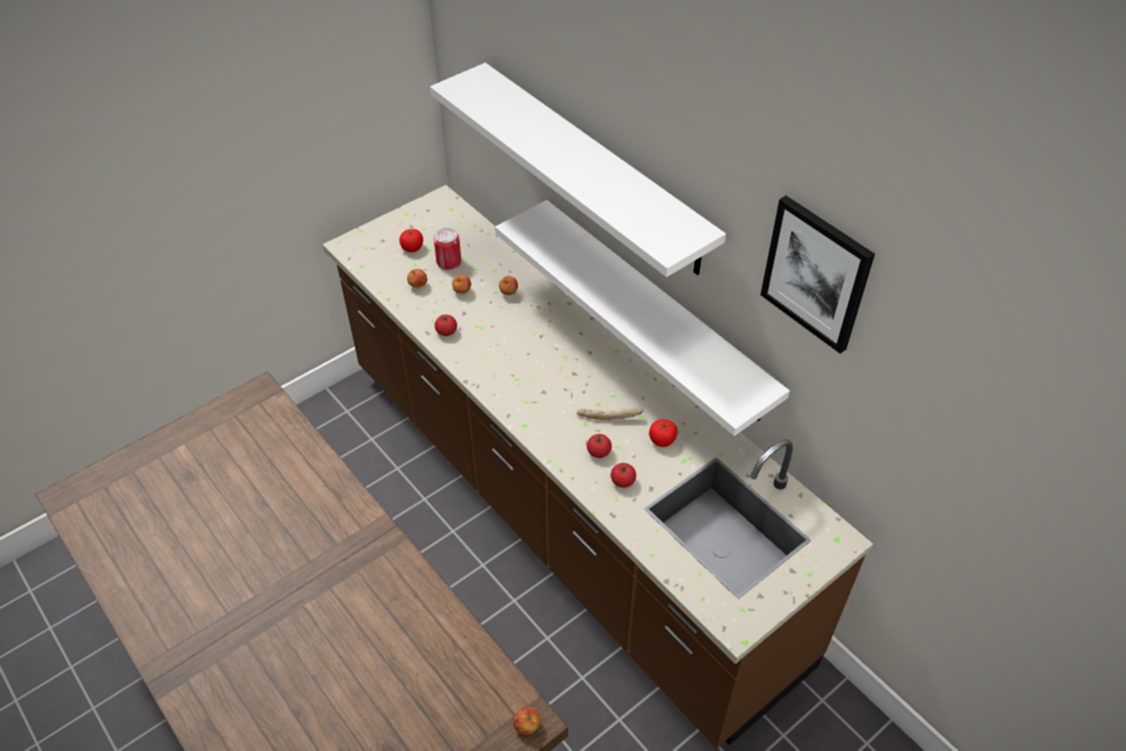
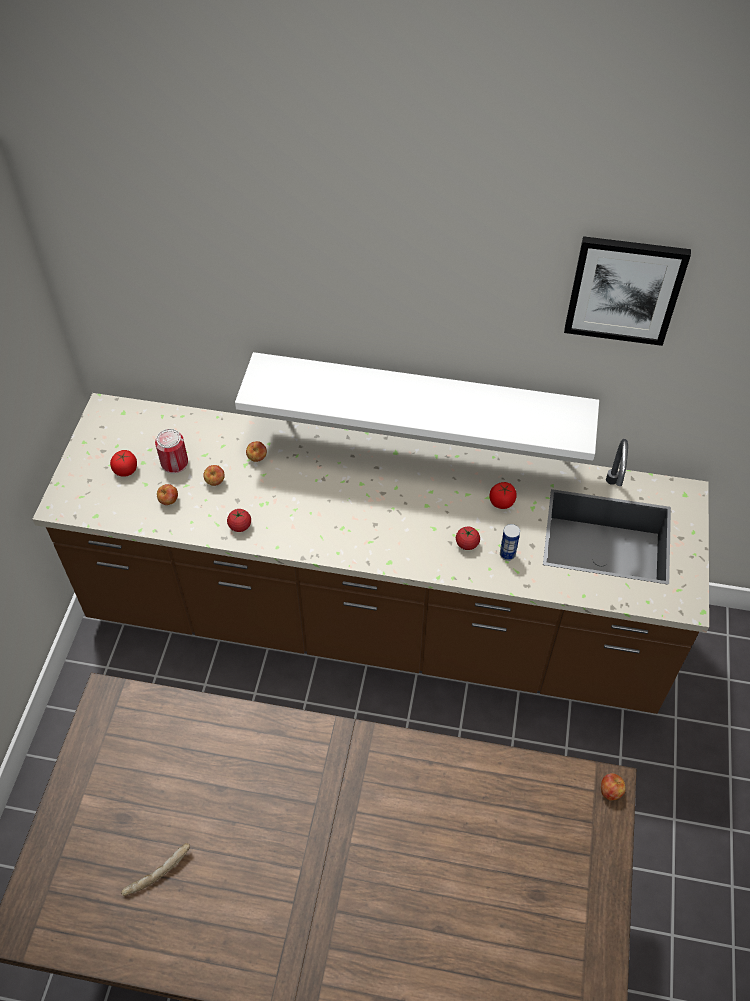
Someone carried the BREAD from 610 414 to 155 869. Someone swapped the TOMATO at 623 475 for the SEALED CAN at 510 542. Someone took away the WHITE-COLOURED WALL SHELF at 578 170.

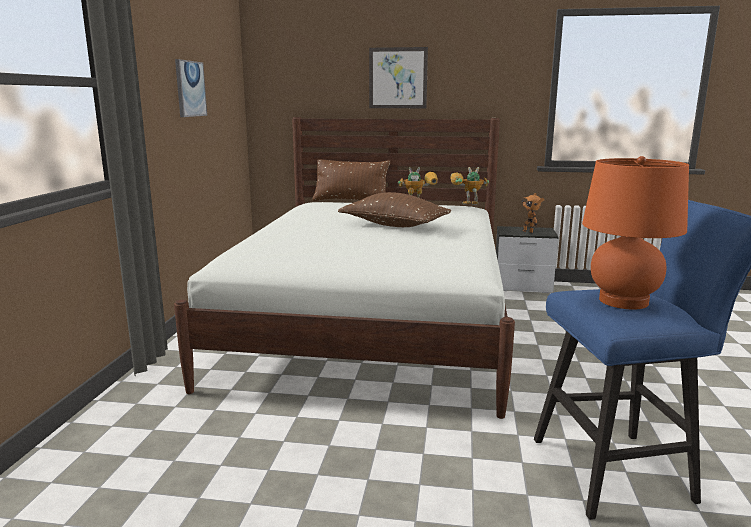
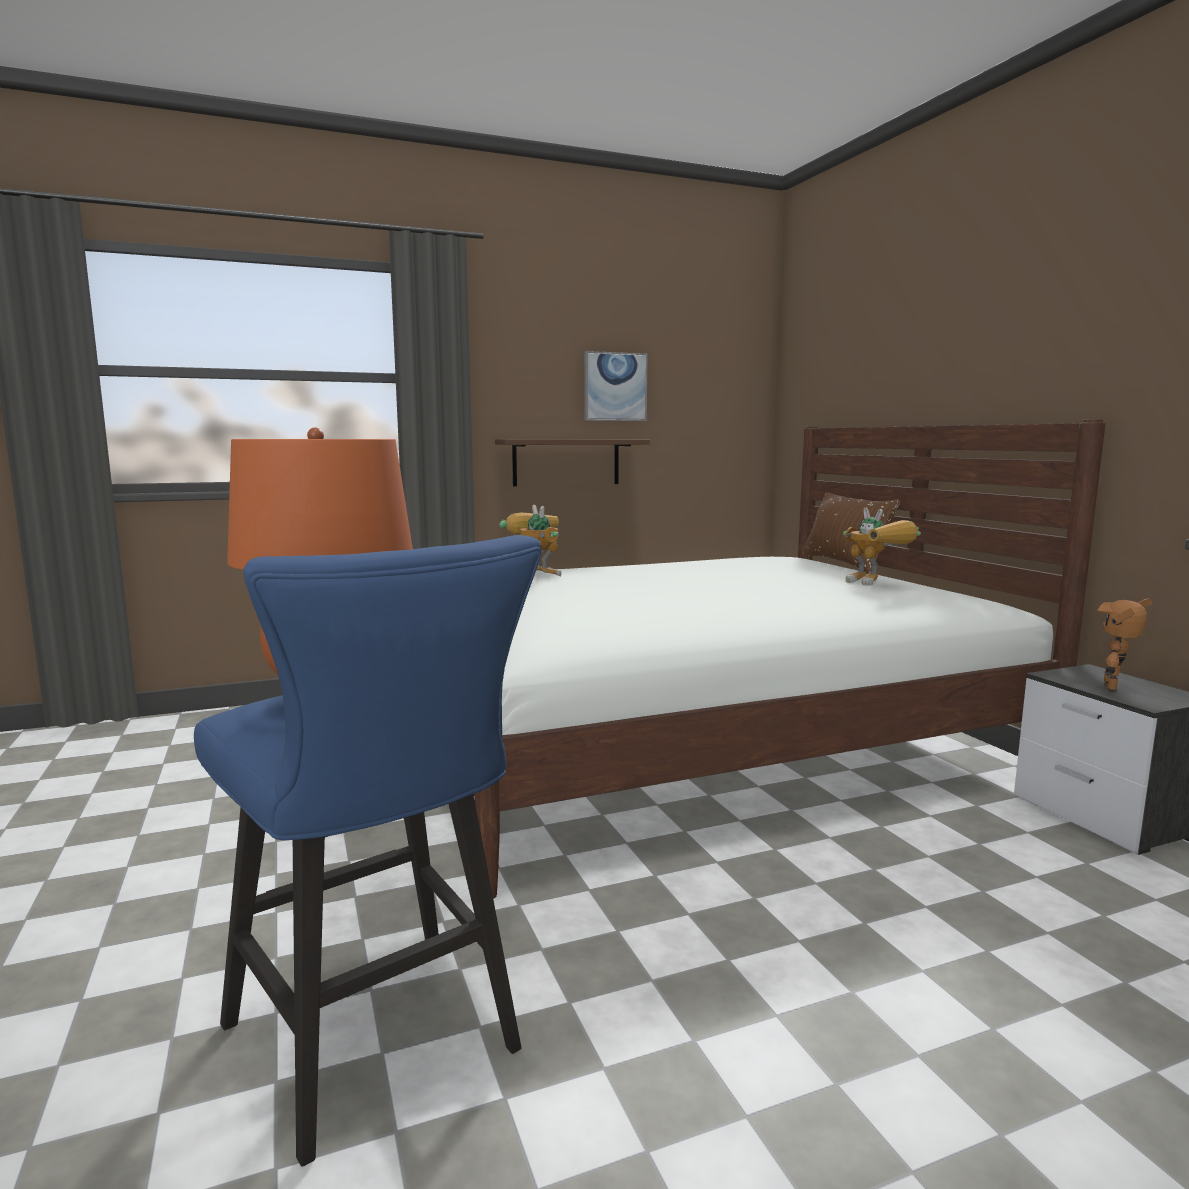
Someone put up the BROWNISH WALL SHELF at 572 462. Someone carried the TOY ROBOT from 469 186 to 530 540. Someone took away the BROWNISH THROW PILLOW at 394 209. Someone took away the PICTURE at 398 77.

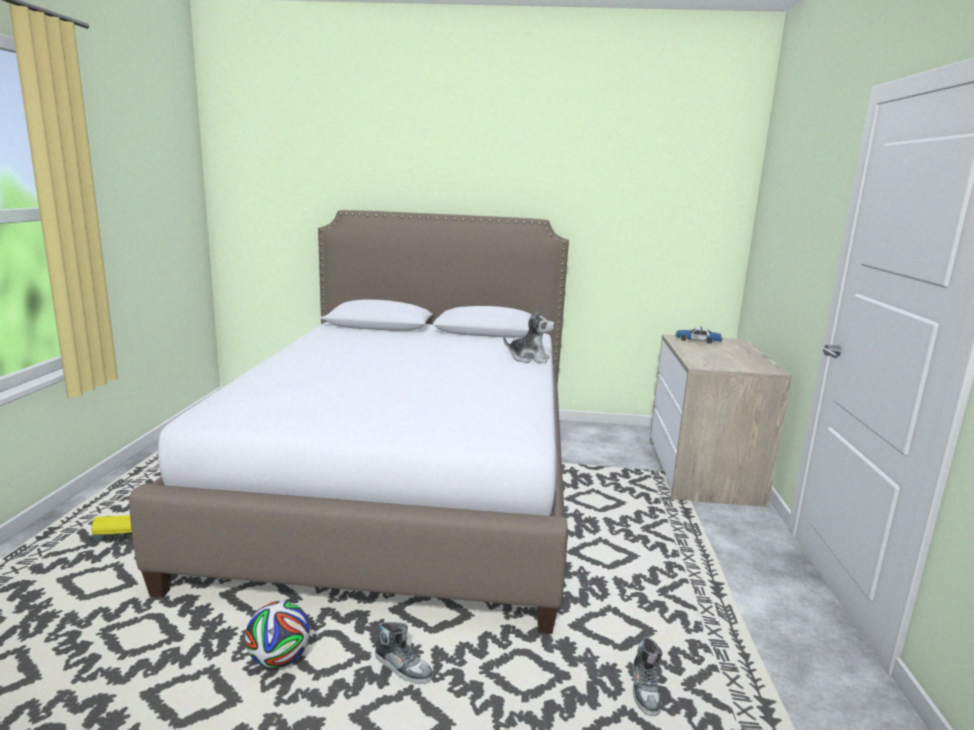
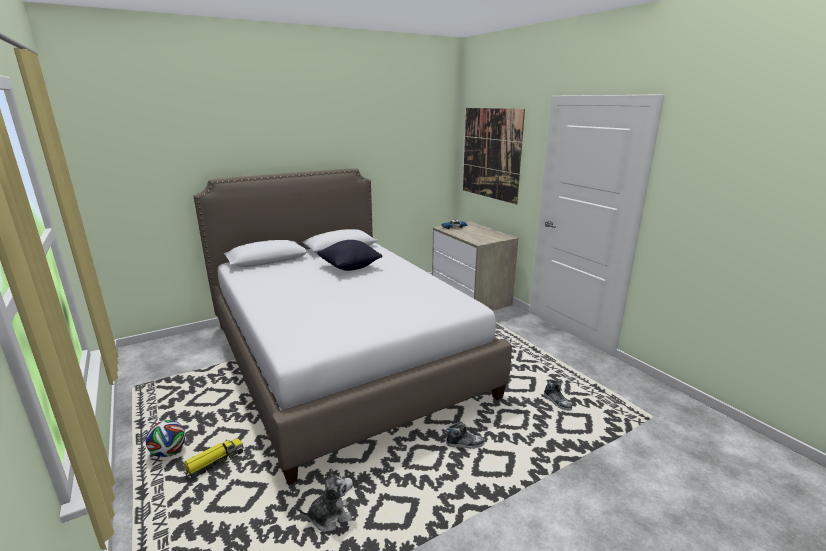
Someone carried the FOOTBALL BALL from 277 634 to 165 438. Someone carried the SOFT TOY from 529 334 to 326 500. Someone put down the BLACK-COLOURED THROW PILLOW at 350 255. Someone put up the PICTURE at 494 156.

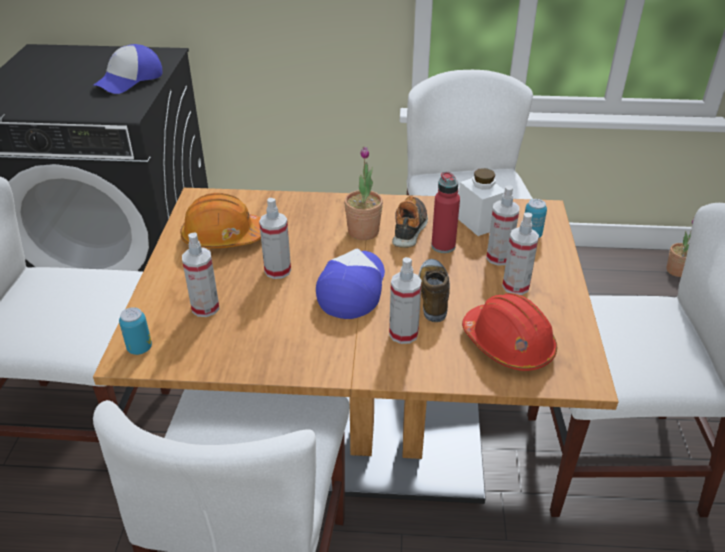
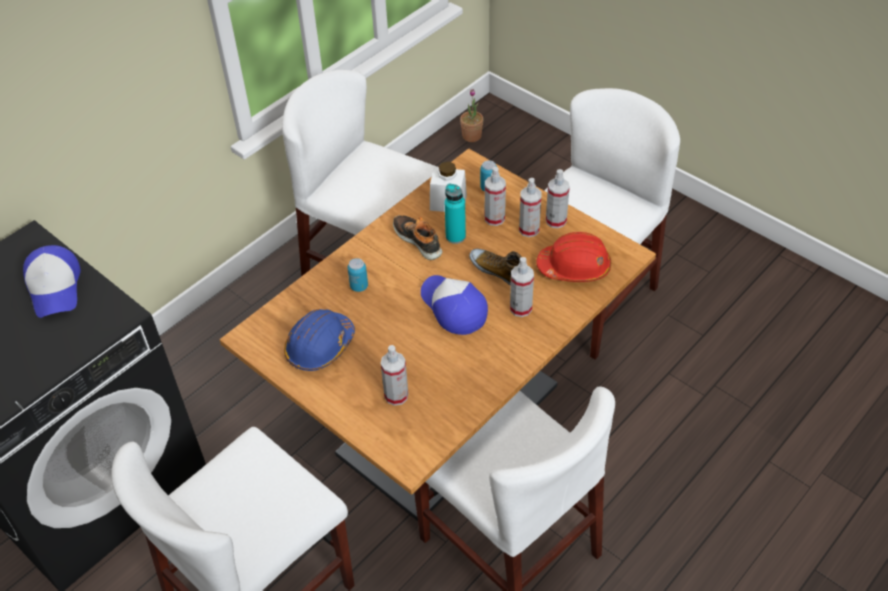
Someone repainted the ORANGE-COLOURED SAFETY HELMET at 220 220, which became the BLUE-COLOURED SAFETY HELMET at 319 340. Someone carried the SEALED CAN from 135 331 to 357 275. Someone repainted the RED BEVERAGE BOTTLE at 445 212, which became the TURQUOISE BEVERAGE BOTTLE at 455 214. Someone carried the HAND SPRAYER from 275 238 to 558 198. Someone took away the HOUSEPLANT at 363 193.

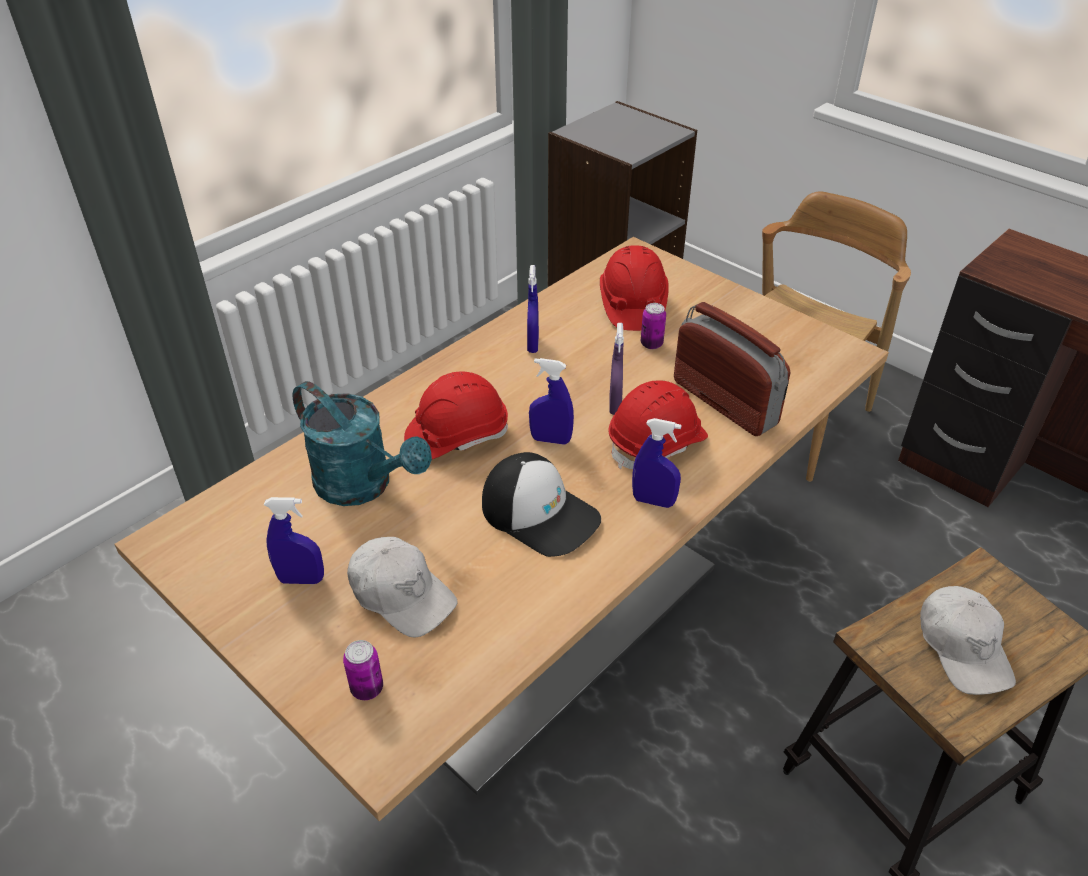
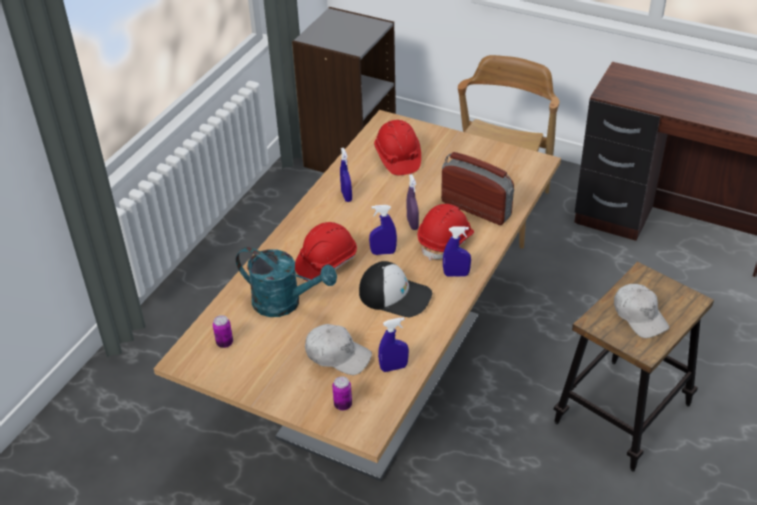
Someone carried the SEALED CAN from 653 326 to 223 331. Someone carried the BLUE-COLOURED HAND SPRAYER from 294 540 to 393 344.

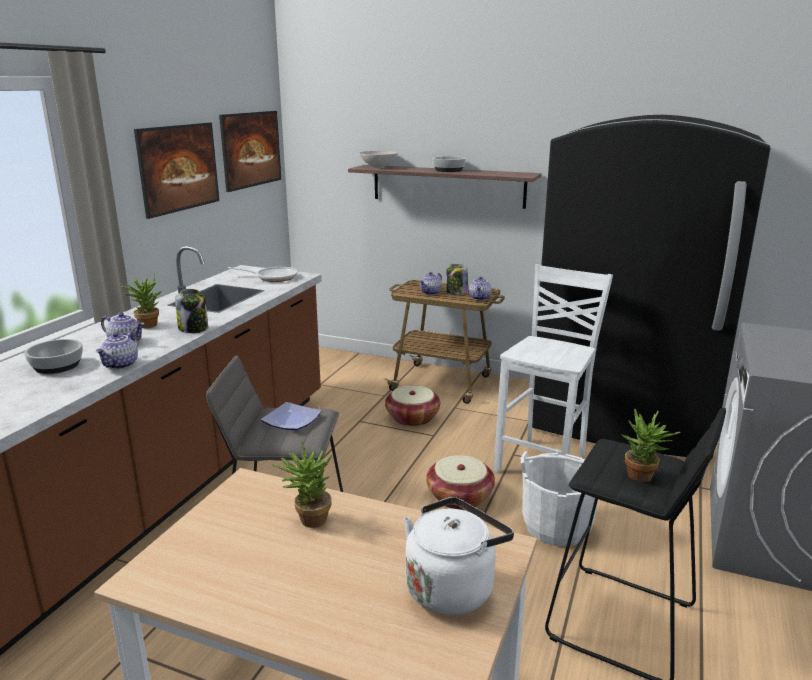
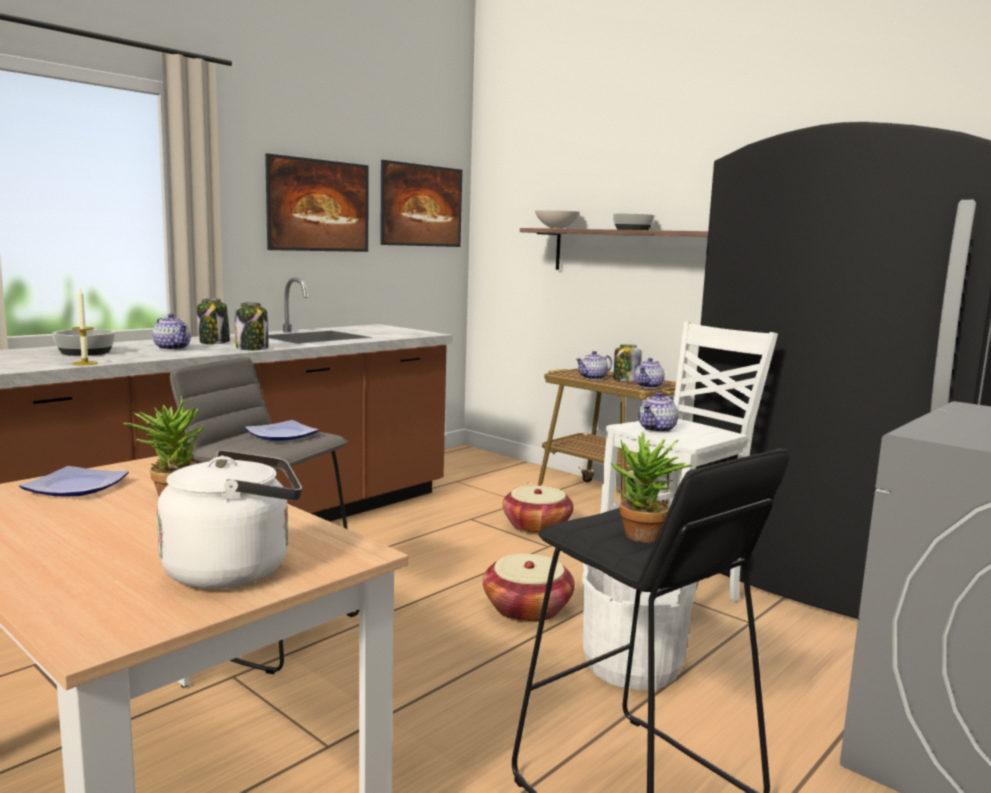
Someone put down the DINNER PLATE at 74 481. Someone put down the WAX CANDLE at 85 327. Someone swapped the HOUSEPLANT at 141 301 for the PRESERVE JAR at 213 321. Someone carried the TEAPOT from 117 350 to 658 412. Someone took away the PAN at 263 274.

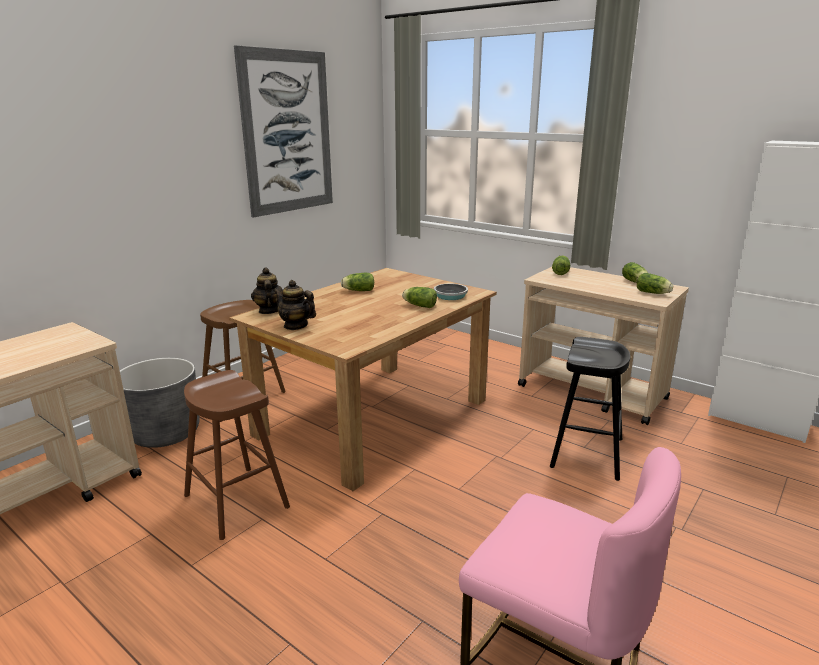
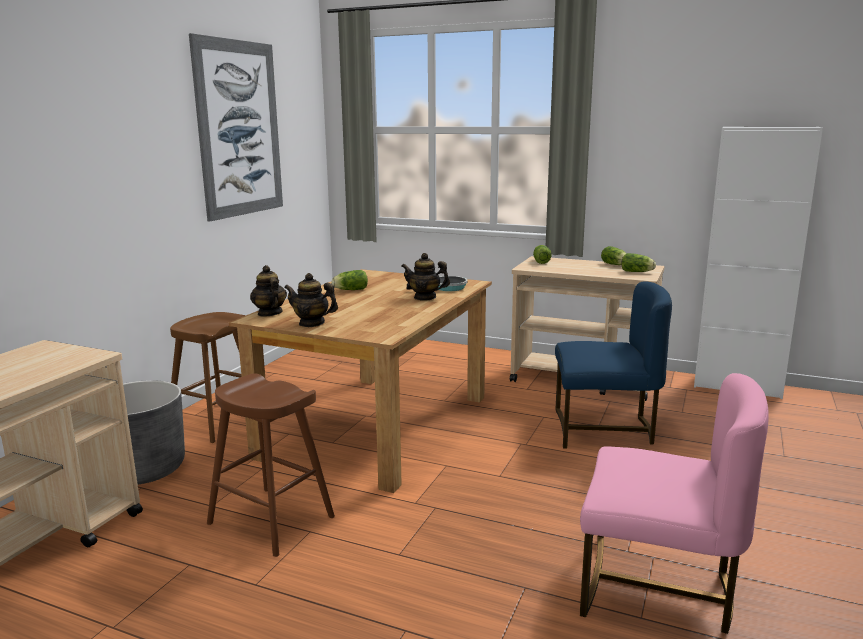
Someone swapped the HEAD OF LETTUCE at 419 297 for the TEAPOT at 425 277. Someone swapped the BLACK-COLOURED STOOL SEAT at 590 409 for the BLUE-COLOURED CHAIR at 613 365.

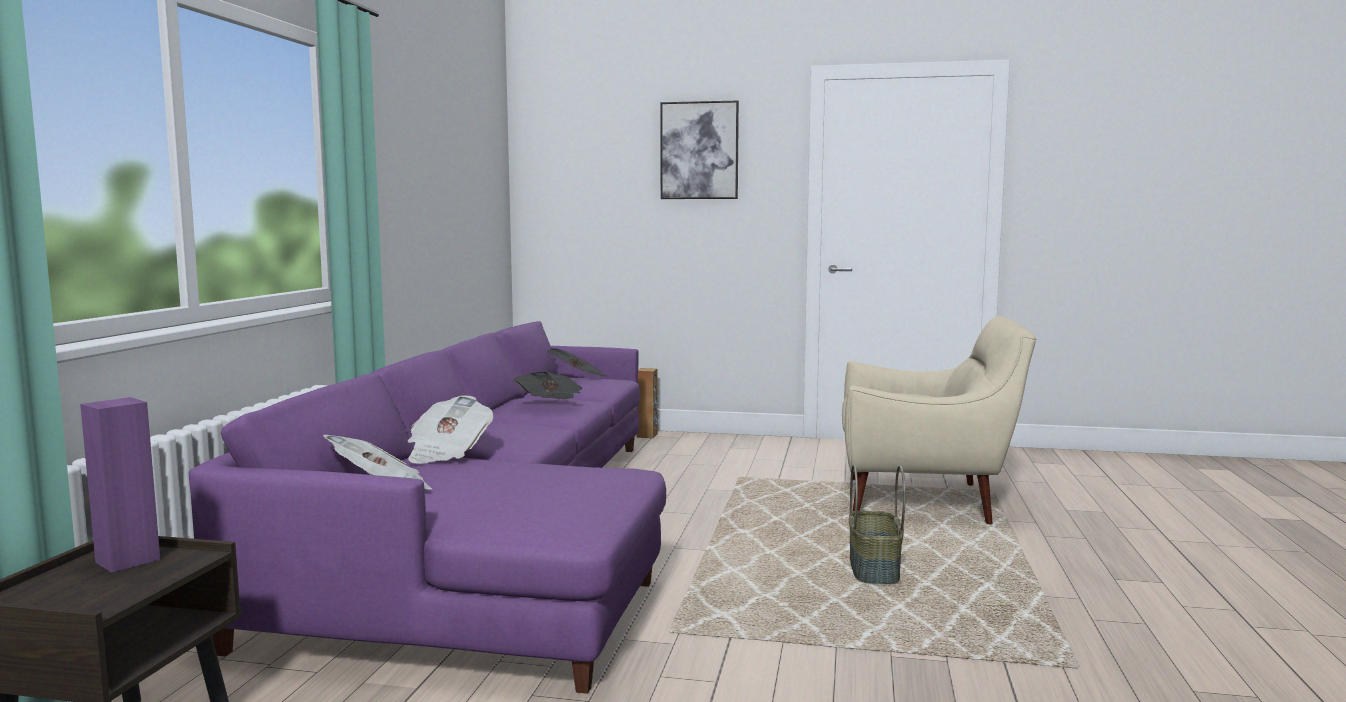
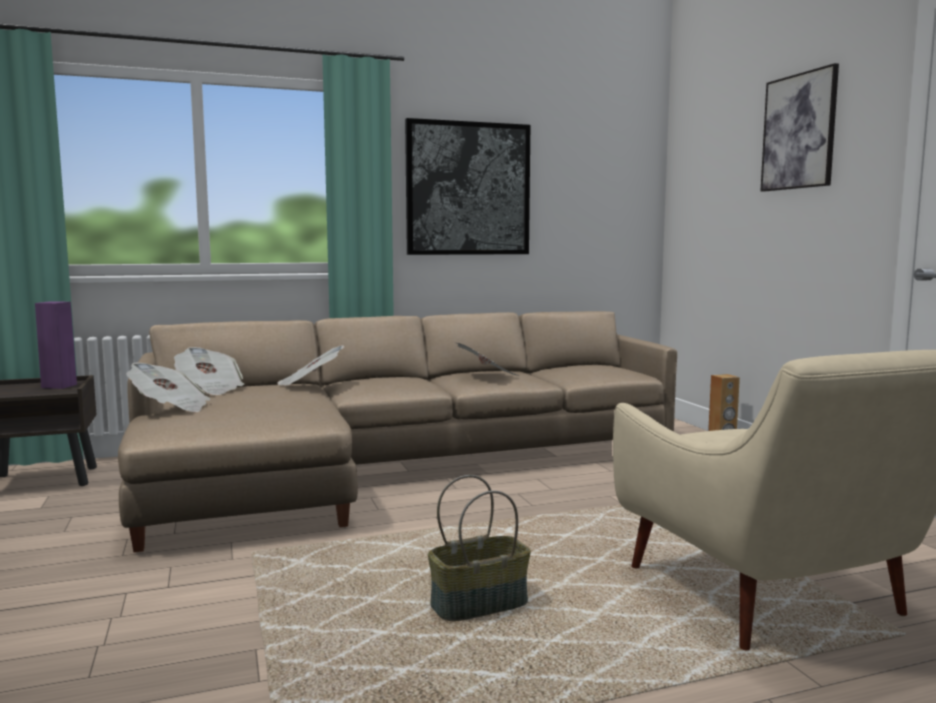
Someone repainted the PURPLISH SOFA at 427 507, which became the BEIGE-COLOURED SOFA at 397 431. Someone carried the PRINTED PAPER from 577 362 to 169 387. Someone put up the PICTURE at 467 186.

